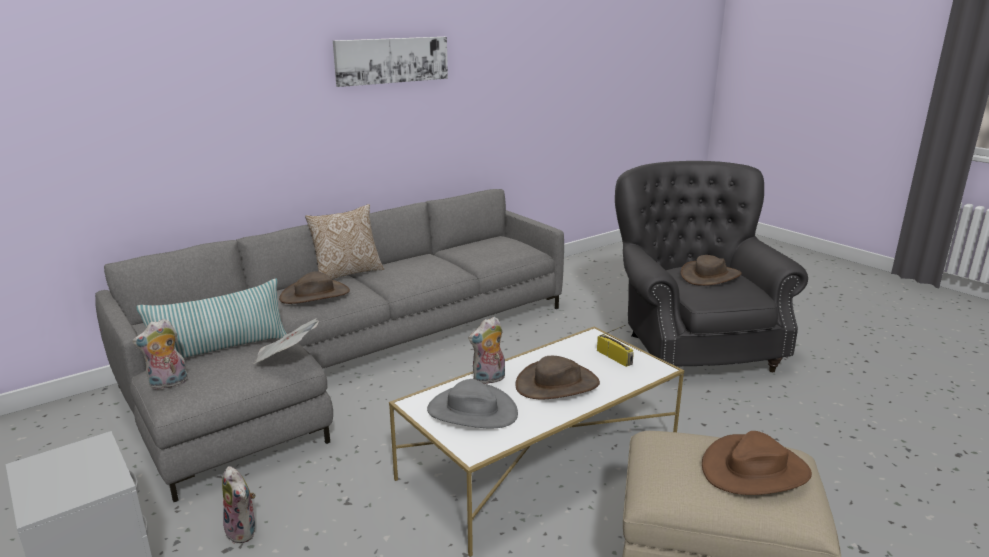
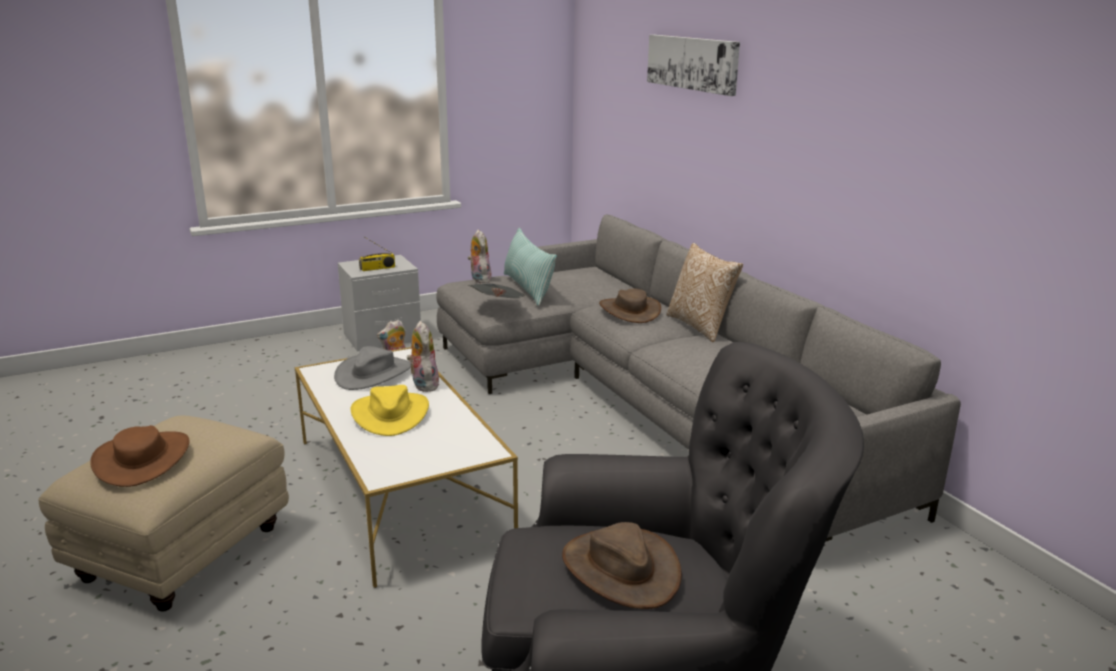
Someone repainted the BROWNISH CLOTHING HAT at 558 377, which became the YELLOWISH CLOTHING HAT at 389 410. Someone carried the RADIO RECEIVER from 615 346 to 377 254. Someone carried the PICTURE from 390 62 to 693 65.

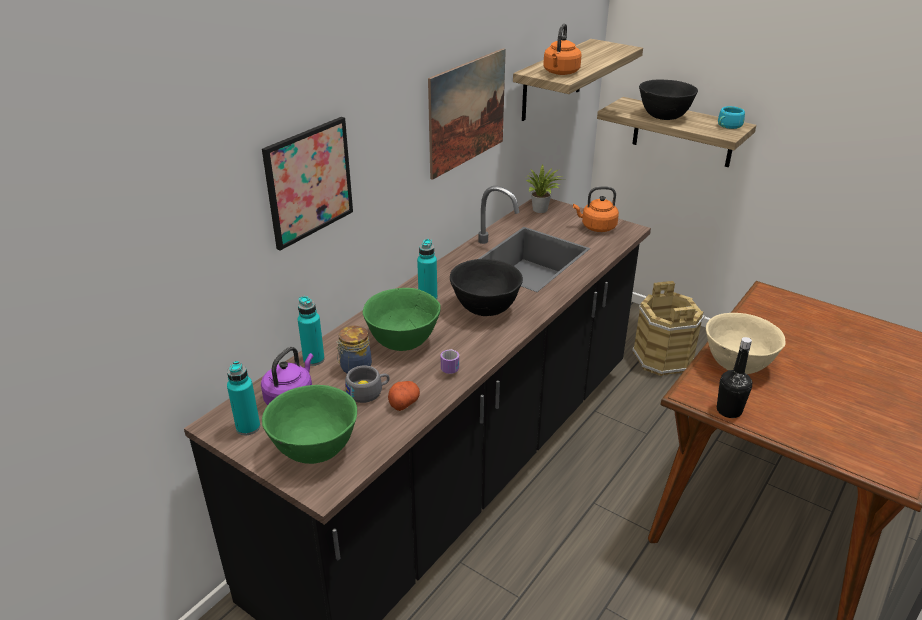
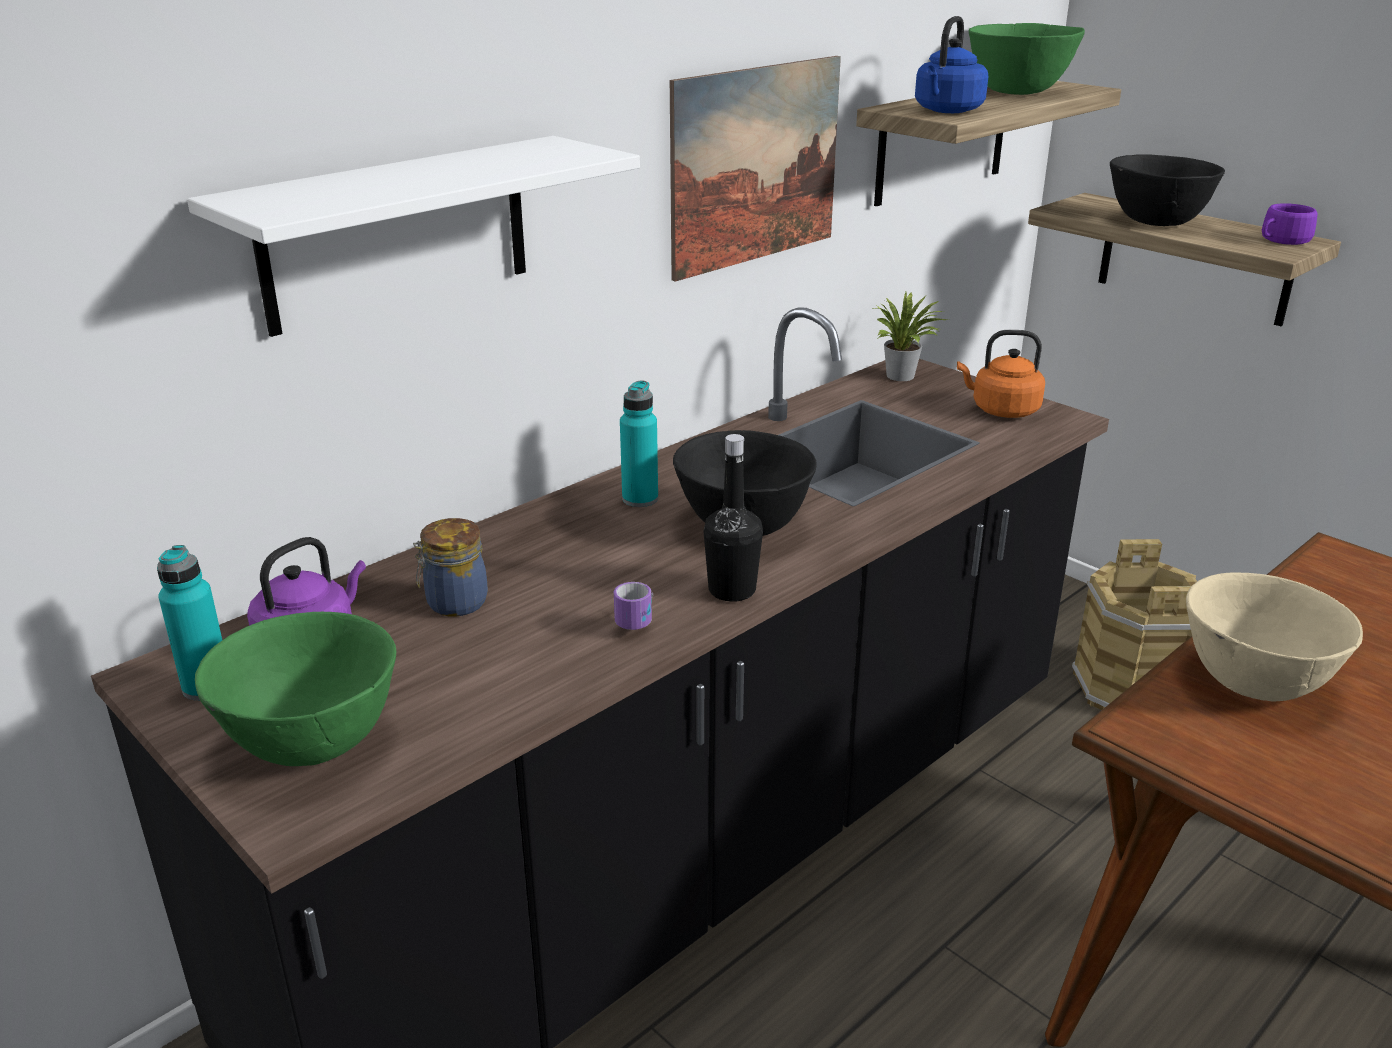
Someone swapped the PICTURE at 307 184 for the WHITE-COLOURED WALL SHELF at 413 236. Someone carried the BLACK-COLOURED BEVERAGE BOTTLE from 734 377 to 733 518. Someone repainted the ORANGE-COLOURED KETTLE at 562 49, which became the BLUE-COLOURED KETTLE at 952 64. Someone carried the GREENISH SERVING BOWL from 402 319 to 1027 59. Someone repainted the TURQUOISE DRINKING CUP at 731 117, which became the PURPLISH DRINKING CUP at 1290 224. Someone took away the TURQUOISE BEVERAGE BOTTLE at 311 331. Someone took away the GRAY DRINKING CUP at 367 384. Someone took away the POTATO at 404 396.

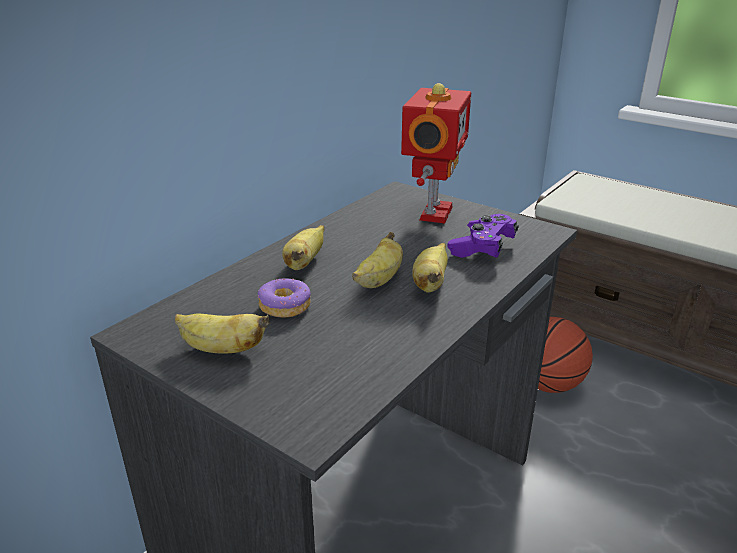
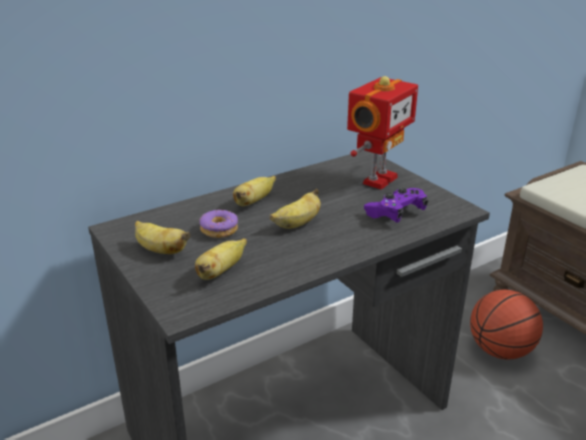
Someone carried the WHOLE BANANA from 430 268 to 221 259.

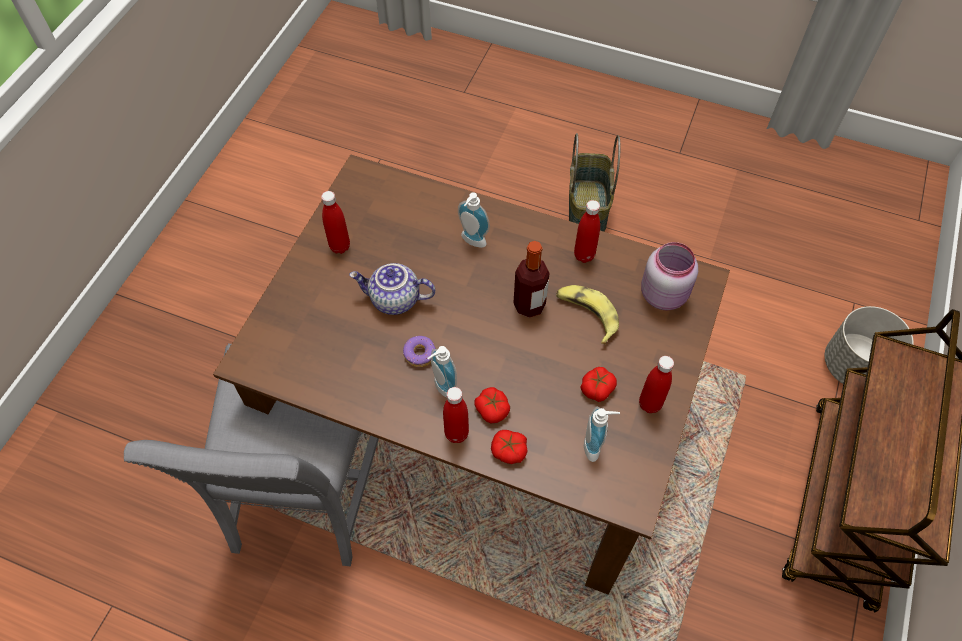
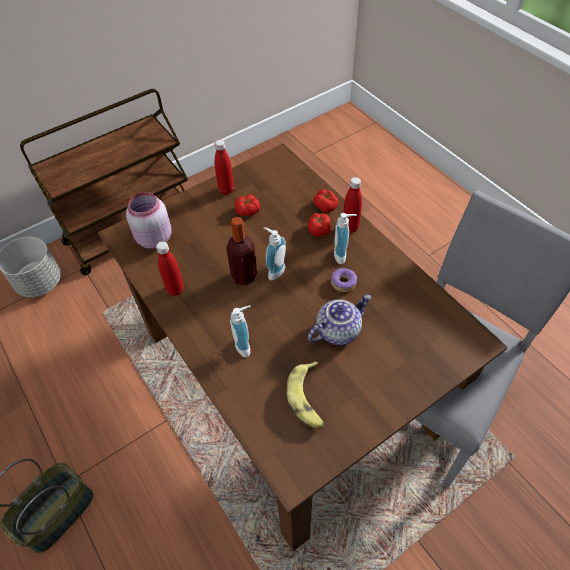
Someone carried the SOAP DISPENSER from 602 434 to 275 253. Someone carried the WHOLE BANANA from 587 314 to 305 394. Someone rotated the TEAPOT at 392 289 by 75 degrees counterclockwise. Someone took away the RED BEVERAGE BOTTLE at 335 222.

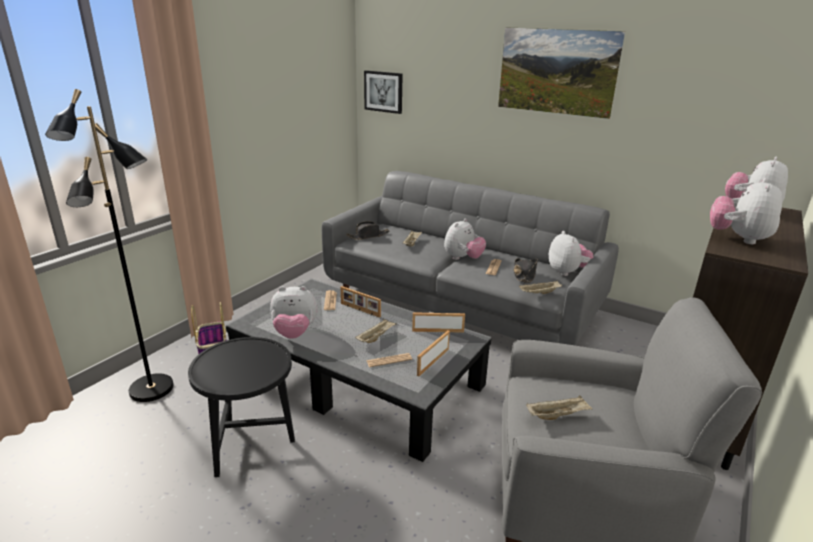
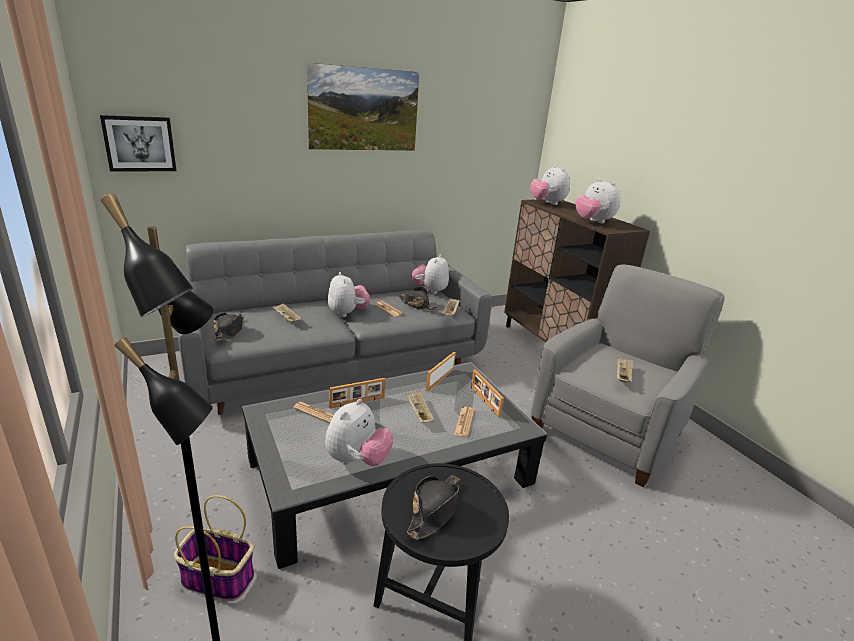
Someone put down the BLACK-COLOURED CLOTHING HAT at 434 507. Someone rotated the SOFT TOY at 571 253 by 90 degrees counterclockwise.

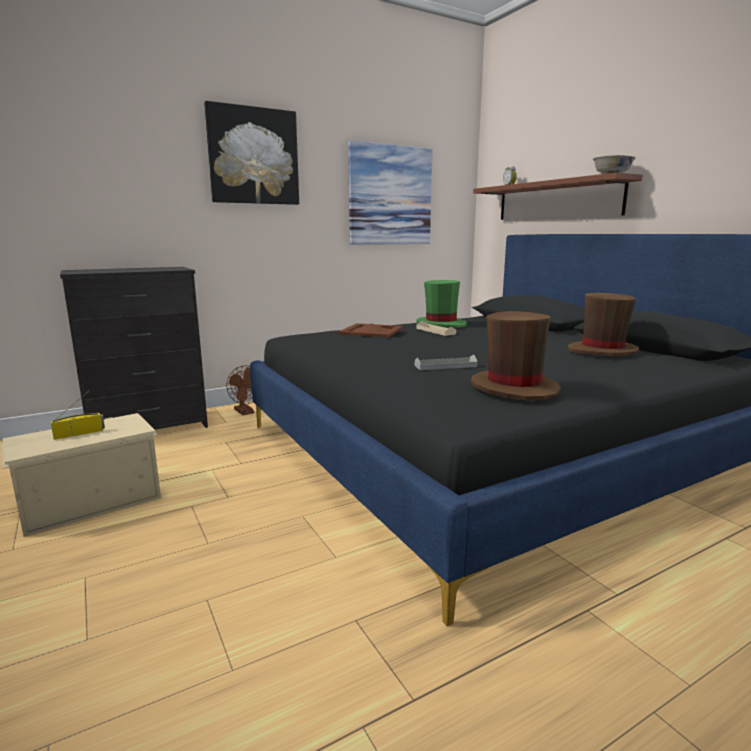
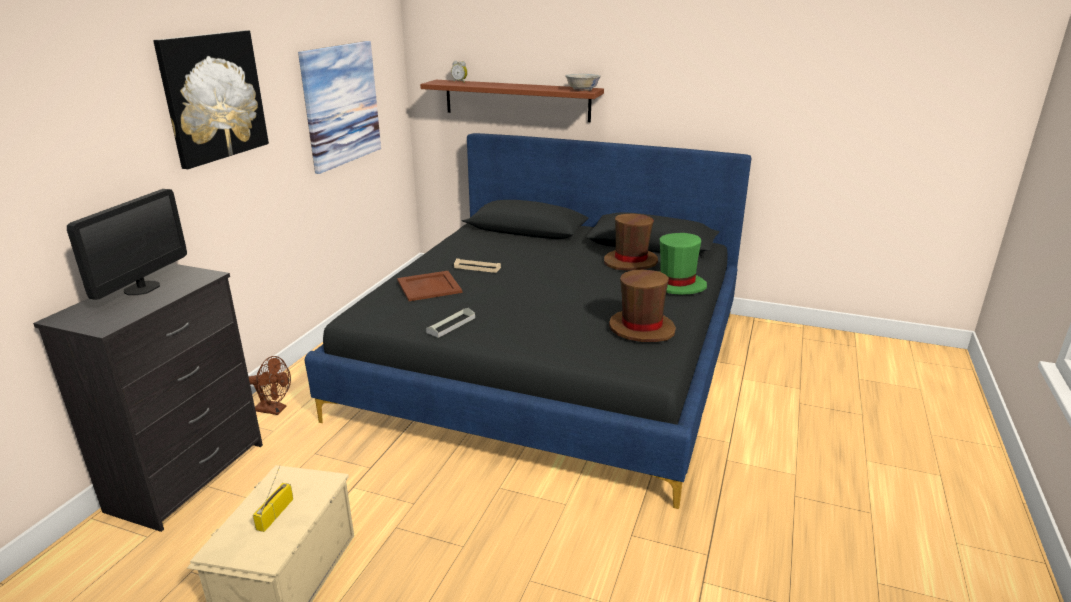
Someone put down the COMPUTER DISPLAY at 127 244. Someone carried the GRAY CARRYING TRAY from 446 362 to 450 323. Someone carried the GREENISH CLOTHING HAT from 441 304 to 683 264.

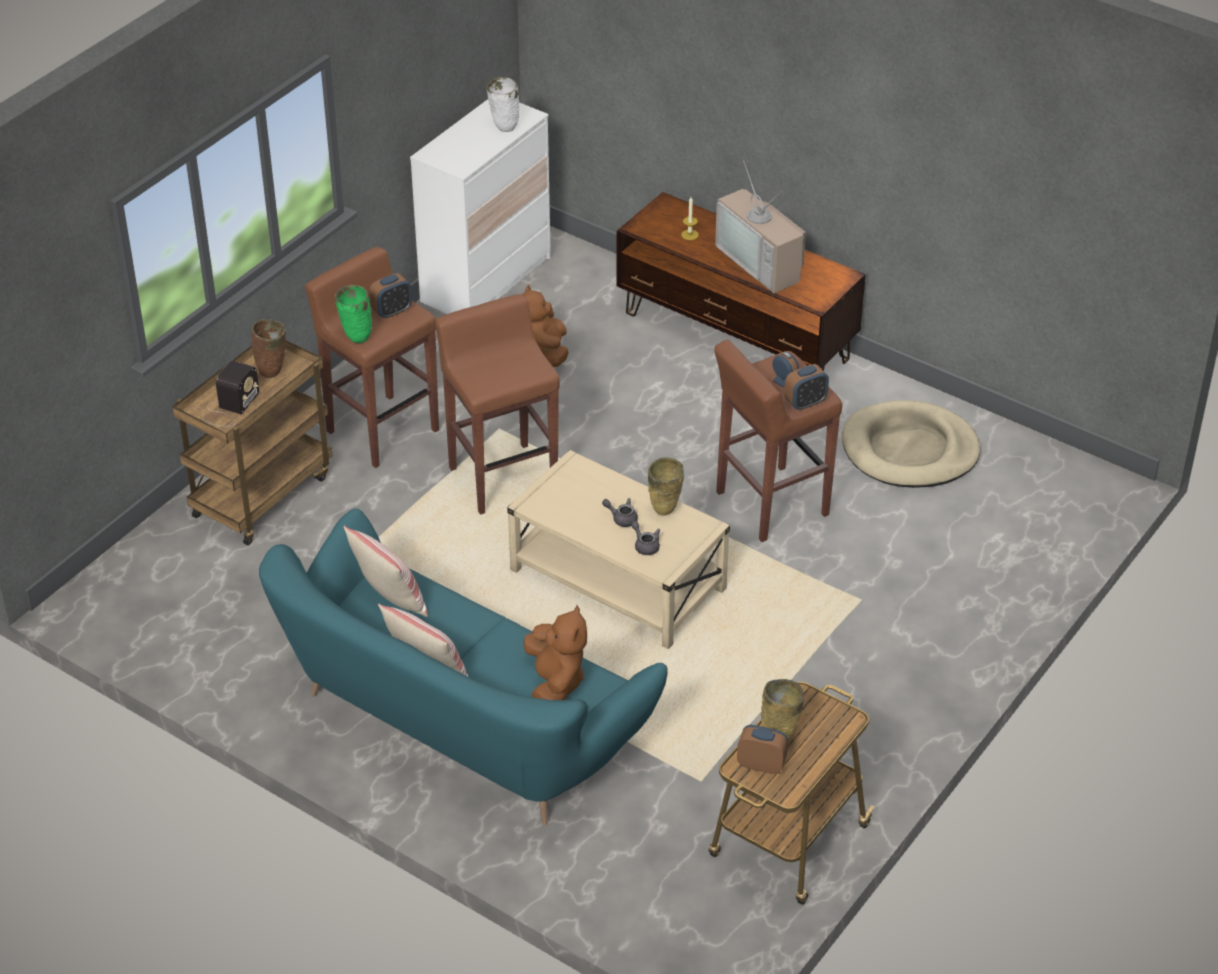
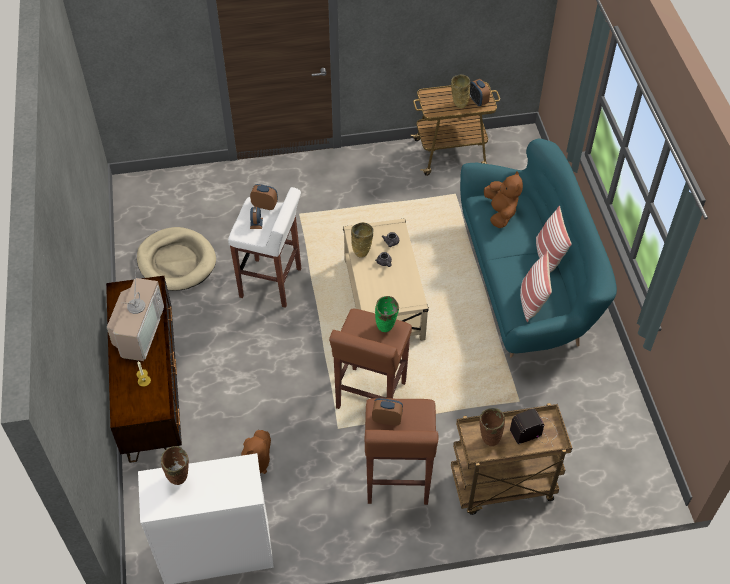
Someone repainted the WHITE-COLOURED FLOWER VASE at 503 104, which became the BROWNISH FLOWER VASE at 175 465. Someone repainted the BROWNISH STOOL SEAT at 778 441, which became the WHITE-COLOURED STOOL SEAT at 264 247. Someone carried the GREENISH FLOWER VASE from 353 314 to 387 314. Someone rotated the BROWNISH SOFT TOY at 555 652 by 135 degrees clockwise.

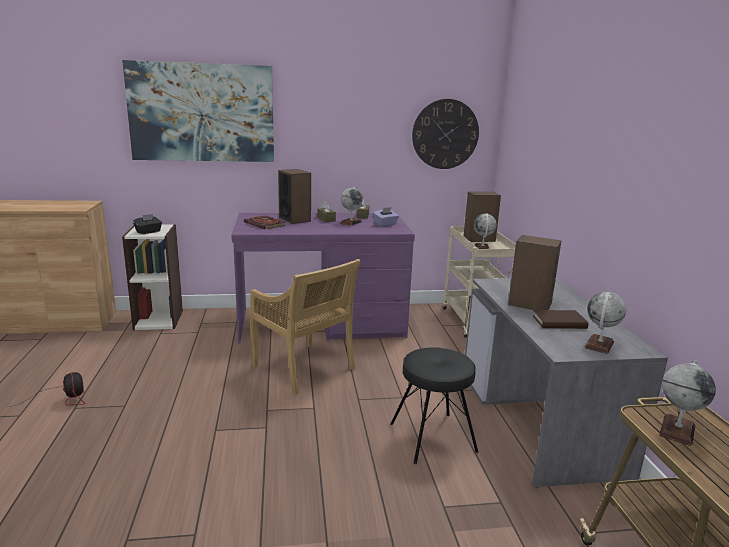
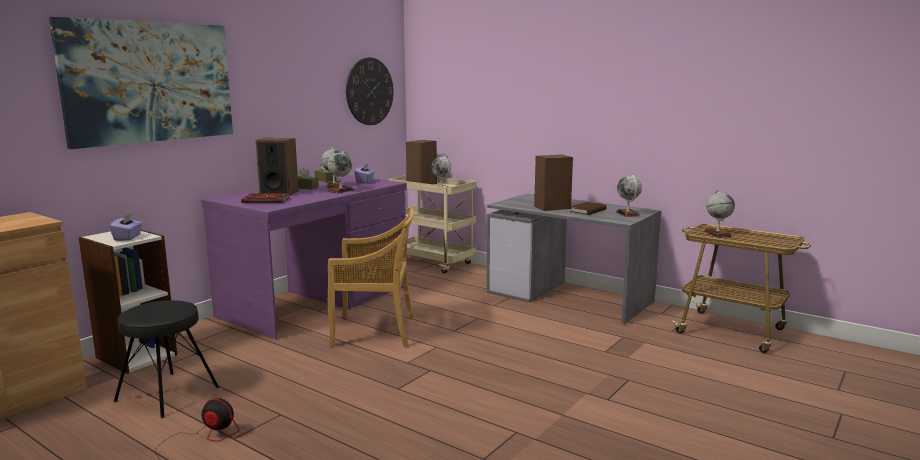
Someone repainted the BLACK-COLOURED TISSUE BOX at 147 224, which became the PURPLISH TISSUE BOX at 125 227. Someone carried the BLACK-COLOURED STOOL SEAT from 434 405 to 166 359. Someone put down the DESK GLOBE at 341 172.

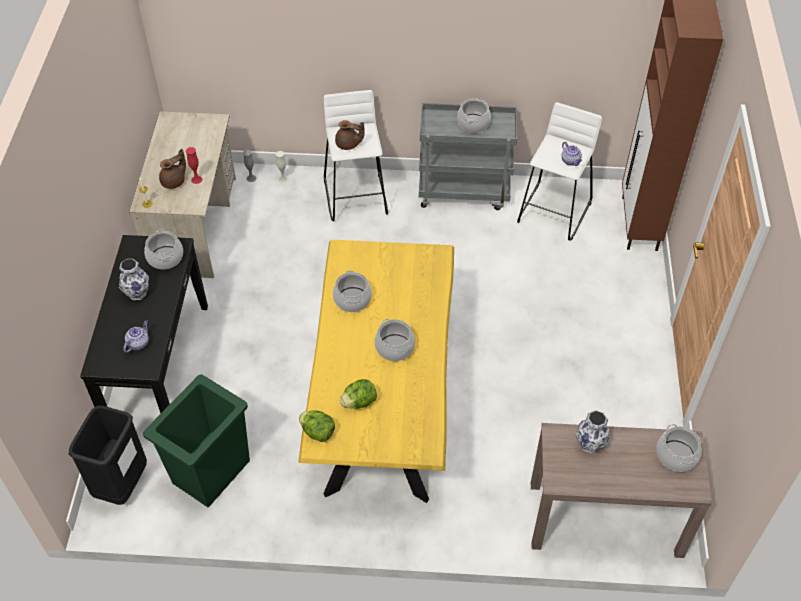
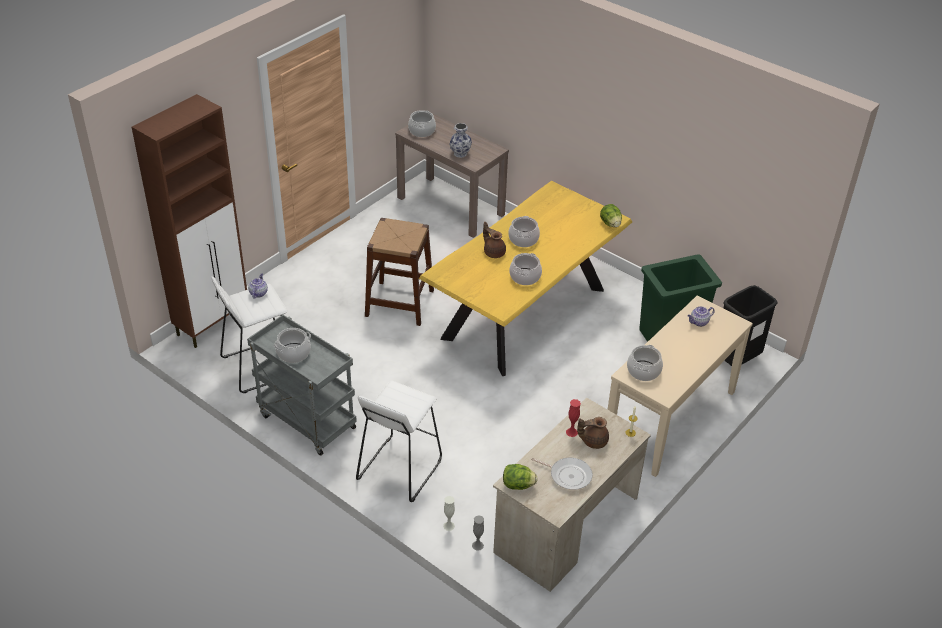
Someone put down the BROWNISH STOOL SEAT at 399 272. Someone carried the BROWNISH TEAPOT from 350 135 to 494 240. Someone carried the HEAD OF LETTUCE from 358 394 to 520 477. Someone put down the PAN at 562 474. Someone repainted the BLACK-COLOURED HALL TABLE at 144 324, which became the BEIGE-COLOURED HALL TABLE at 680 386. Someone took away the FLOWER VASE at 134 279.

